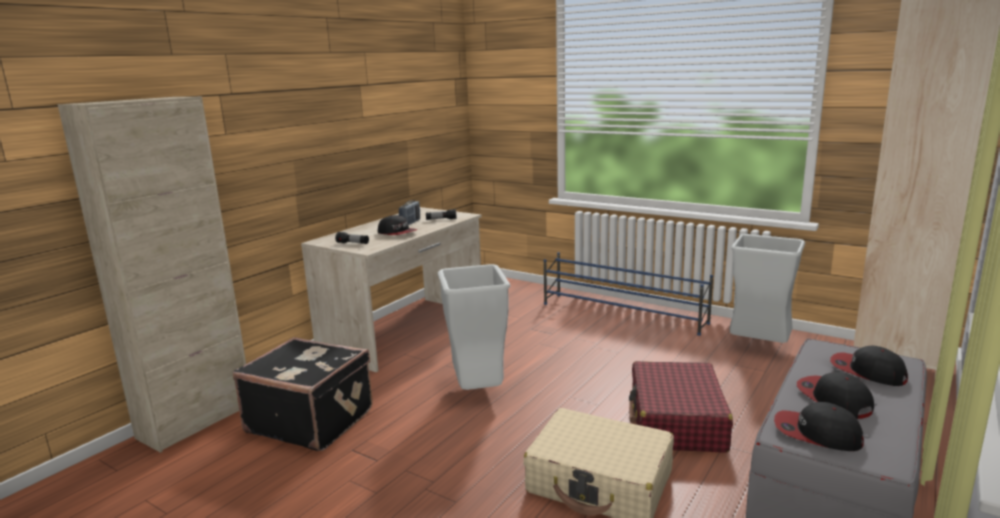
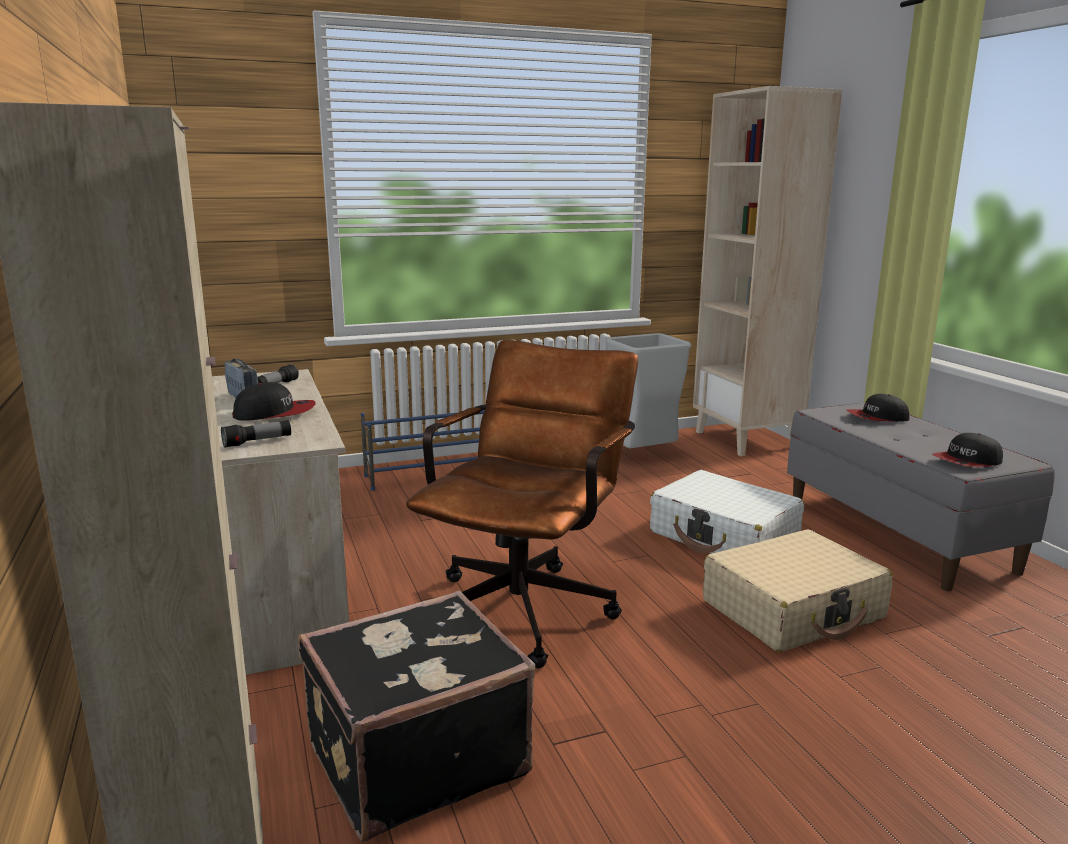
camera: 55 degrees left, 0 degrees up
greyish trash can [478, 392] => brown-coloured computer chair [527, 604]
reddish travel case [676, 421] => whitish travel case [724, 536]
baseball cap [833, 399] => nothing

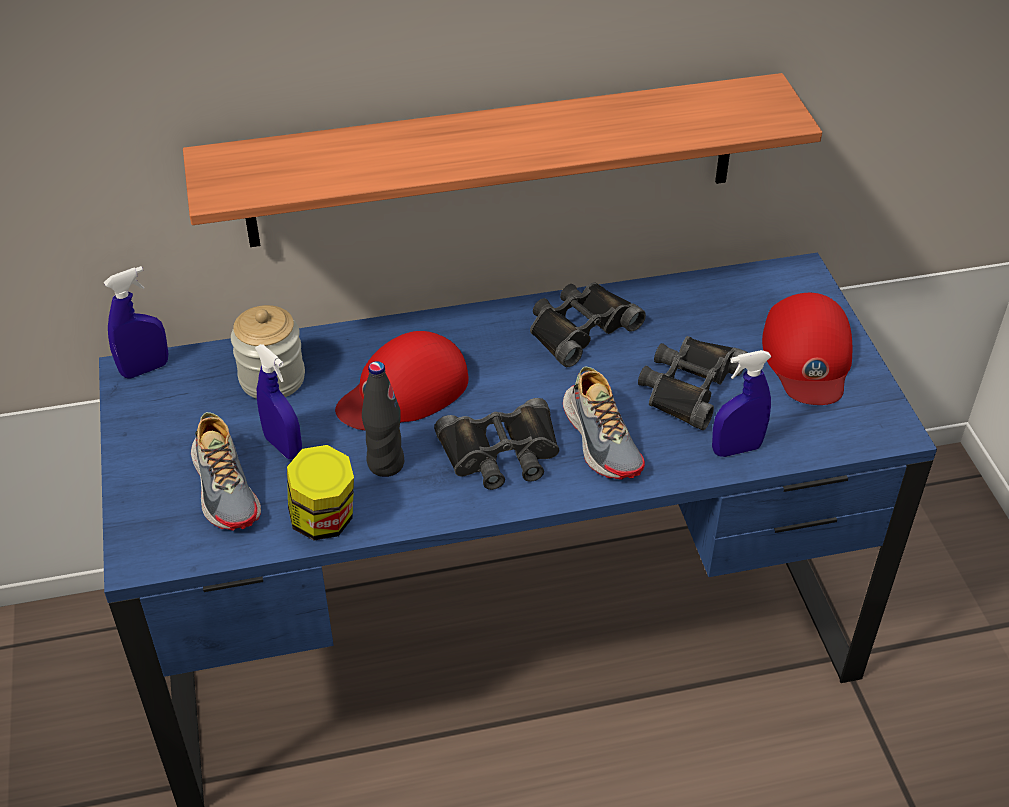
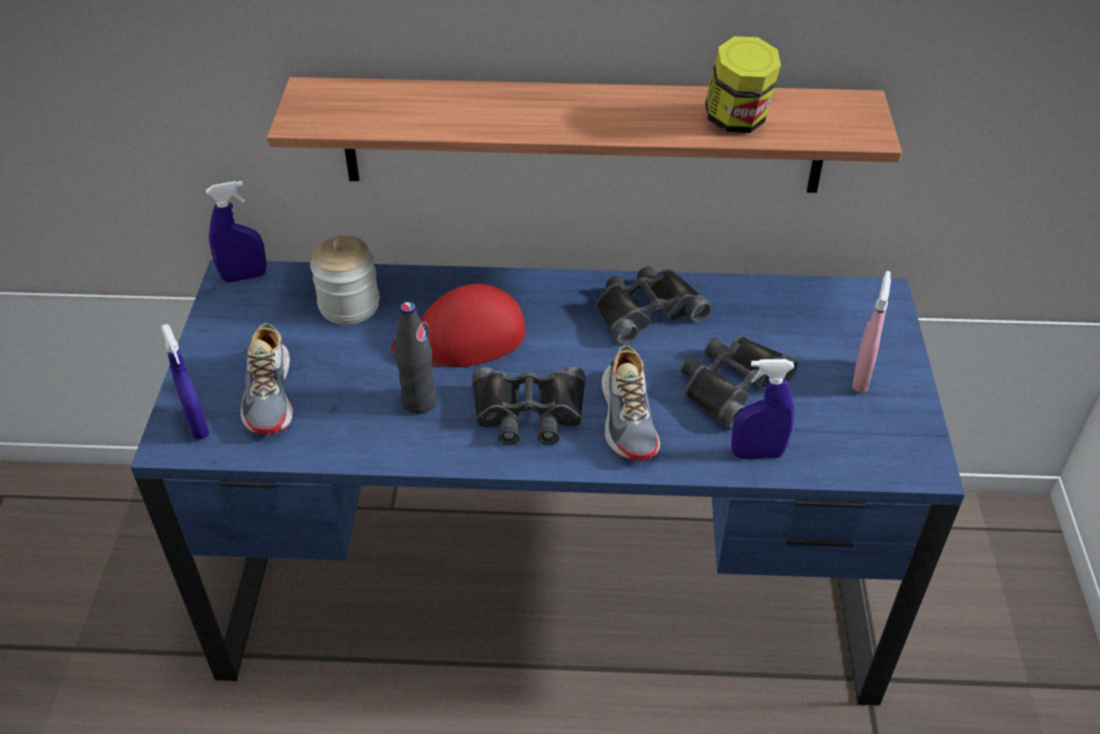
camera: 15 degrees right, 0 degrees up
blue spray bottle [283, 446] => blue spray bottle [197, 424], moved
preserve jar [324, 521] => preserve jar [737, 121], moved
reddish baseball cap [807, 357] => pinkish spray bottle [861, 377]

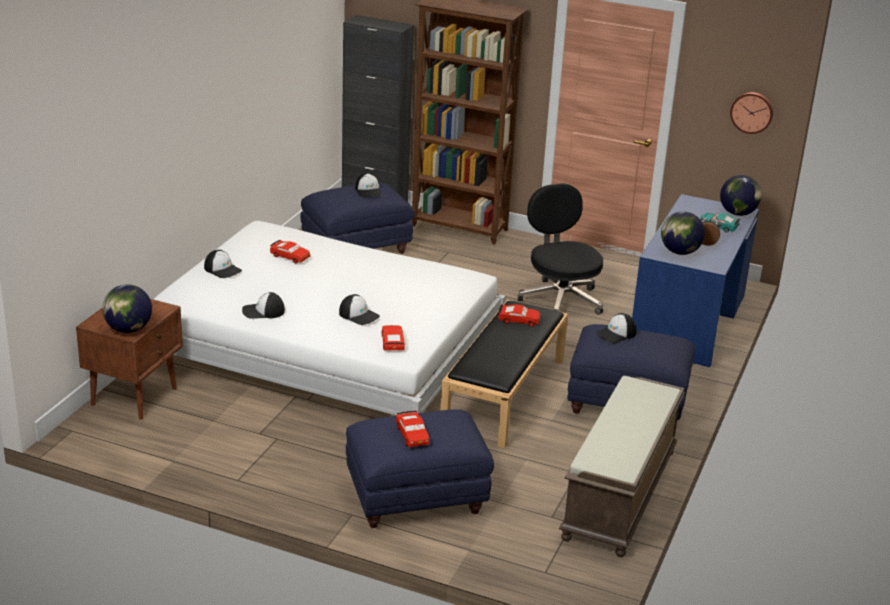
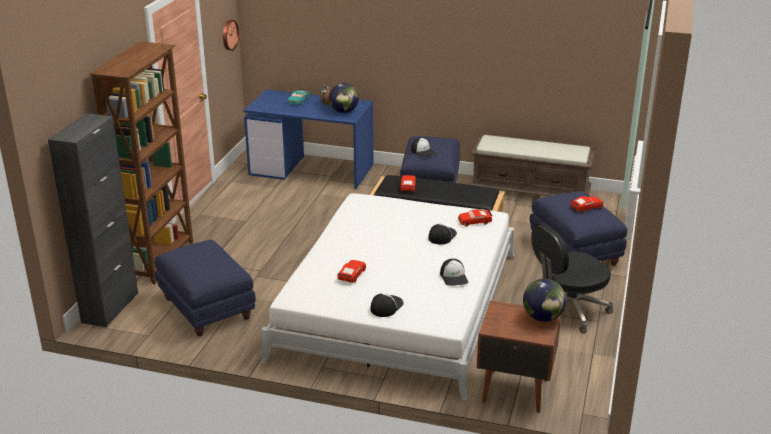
camera: 95 degrees left, 0 degrees up
baseball cap [369, 191] => nothing
black computer chair [560, 299] => black computer chair [567, 310], moved
desk globe [738, 213] => nothing

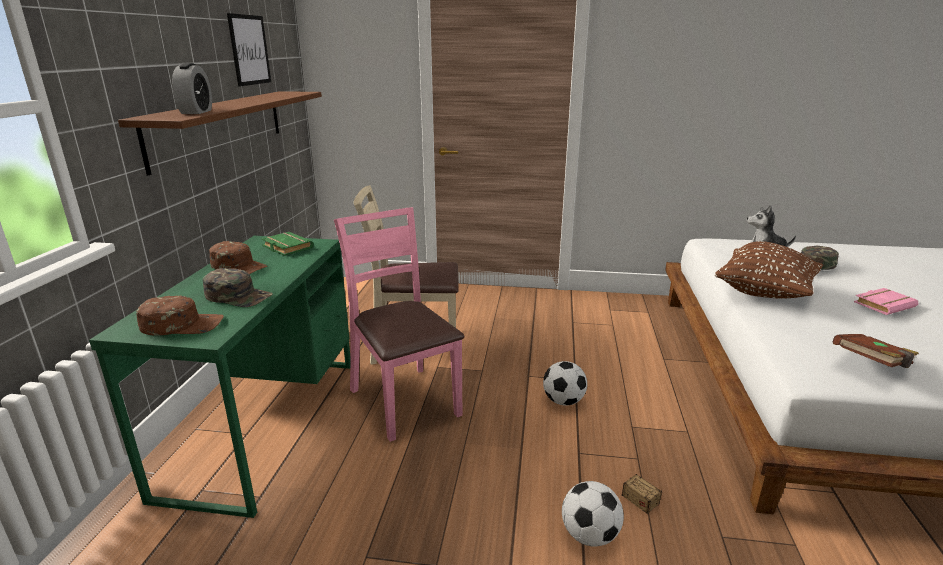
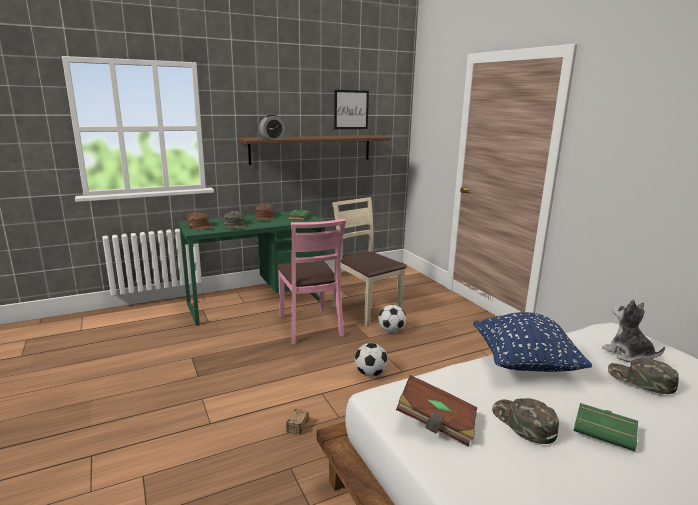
camera: 55 degrees right, 5 degrees down
pinkish chair [405, 401] => pinkish chair [310, 326], 135 degrees clockwise
football [589, 535] => football [391, 331], moved
brown-coloured throw pillow [764, 292] => blue throw pillow [524, 364]
pinkish bound book [883, 304] => green bound book [606, 430]
nothing => green baseball cap [523, 422]

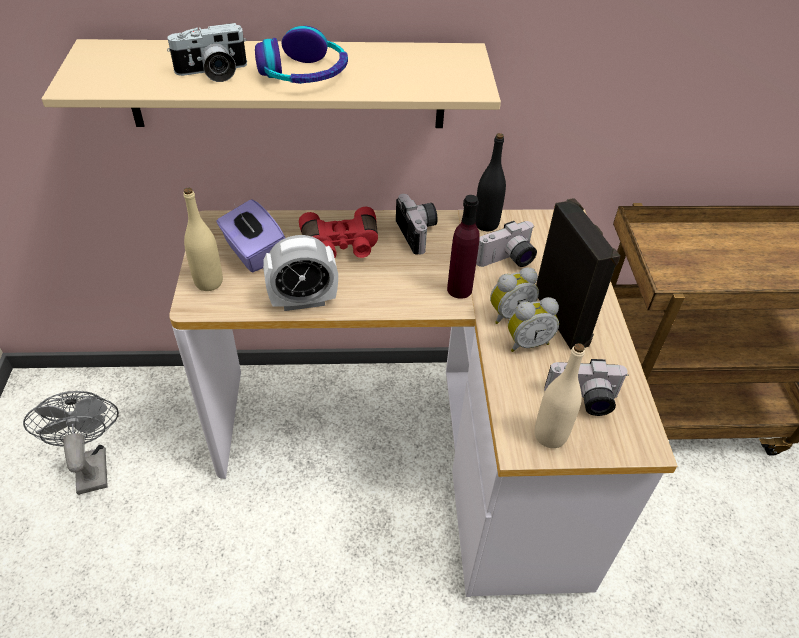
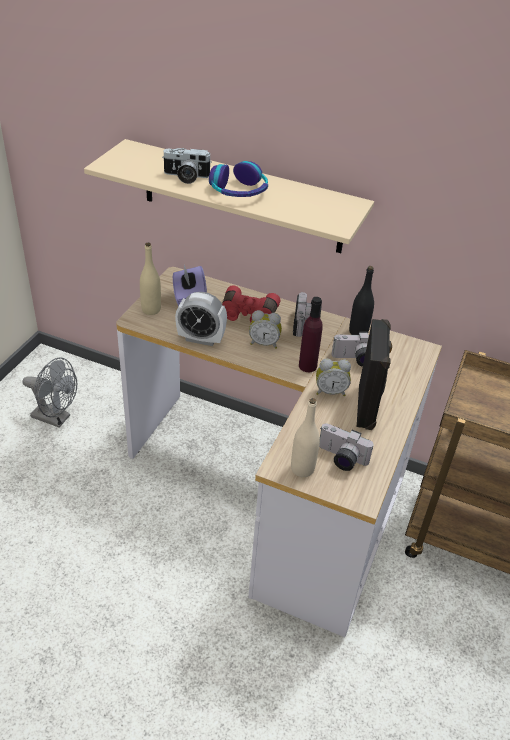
camera: 25 degrees right, 5 degrees down
greyish electric fan [91, 464] => greyish electric fan [56, 418], 105 degrees clockwise
bedside clock [527, 342] => bedside clock [264, 343], moved

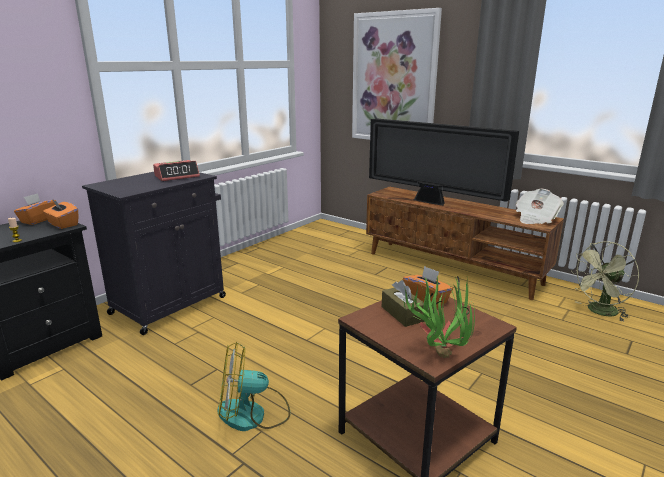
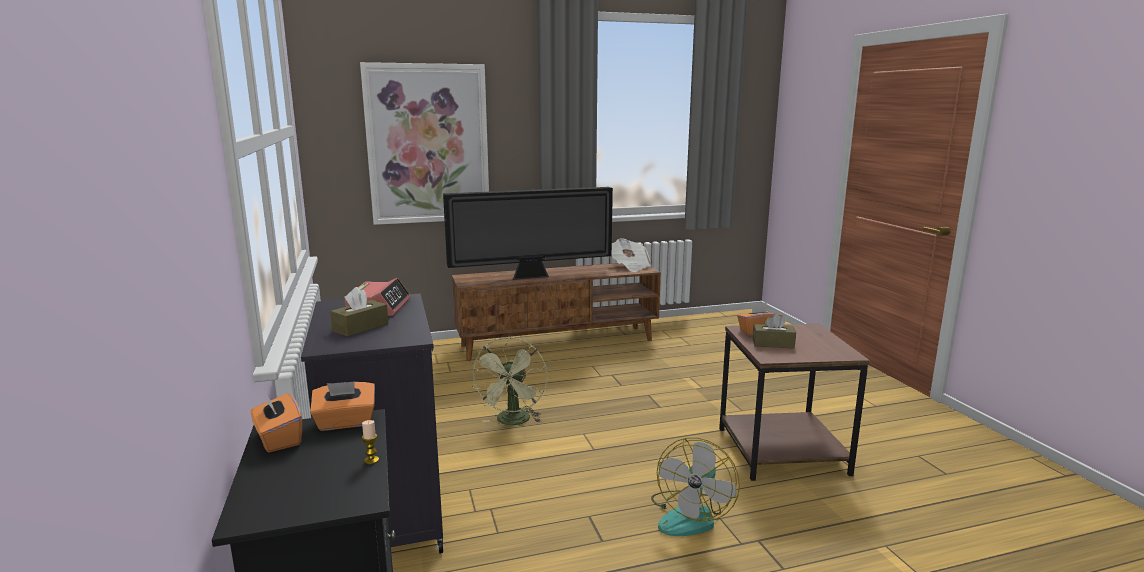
camera: 55 degrees left, 5 degrees down
plant in a pot [436, 351] => nothing
green electric fan [599, 312] => green electric fan [513, 422], moved
nothing => brown-coloured tissue box [360, 327]

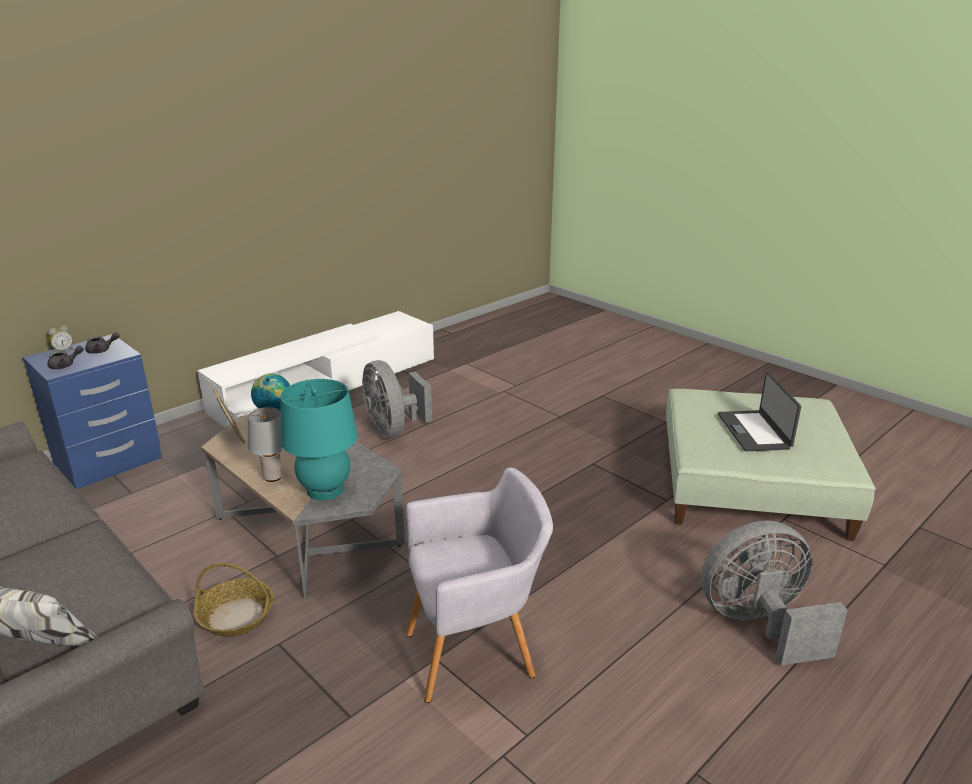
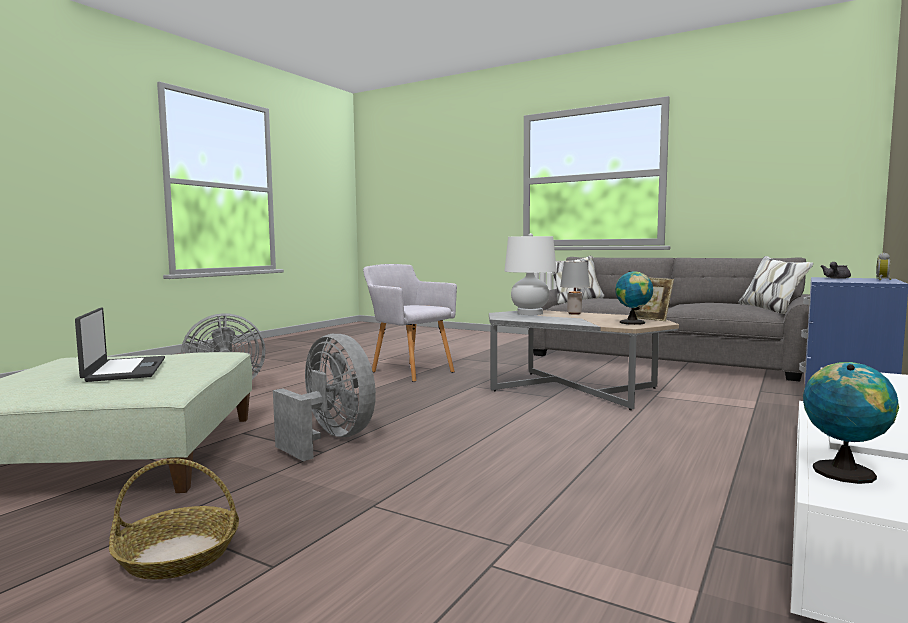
camera: 165 degrees right, 20 degrees down
greyish teapot [102, 350] => nothing
household basket [237, 616] => household basket [177, 555], moved
blue-green lamp for a table [325, 490] => whitish lamp for a table [530, 313]
greyish electric fan [393, 430] => greyish electric fan [330, 439], moved
greyish easy chair [476, 653] => greyish easy chair [410, 371], 75 degrees clockwise
nothing => desk globe [843, 471]

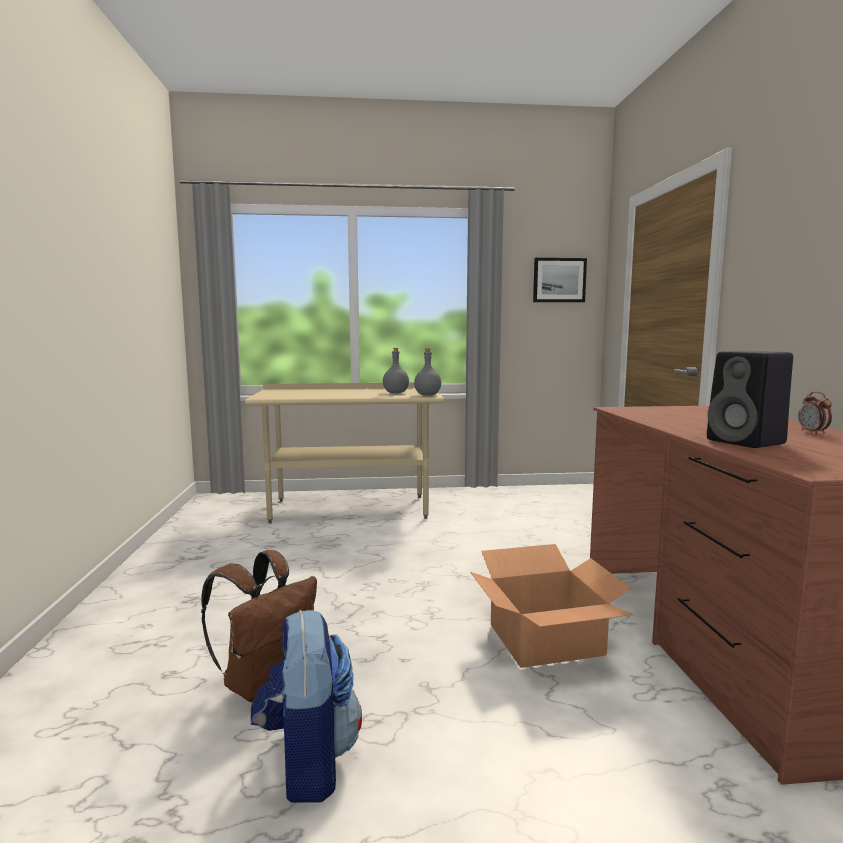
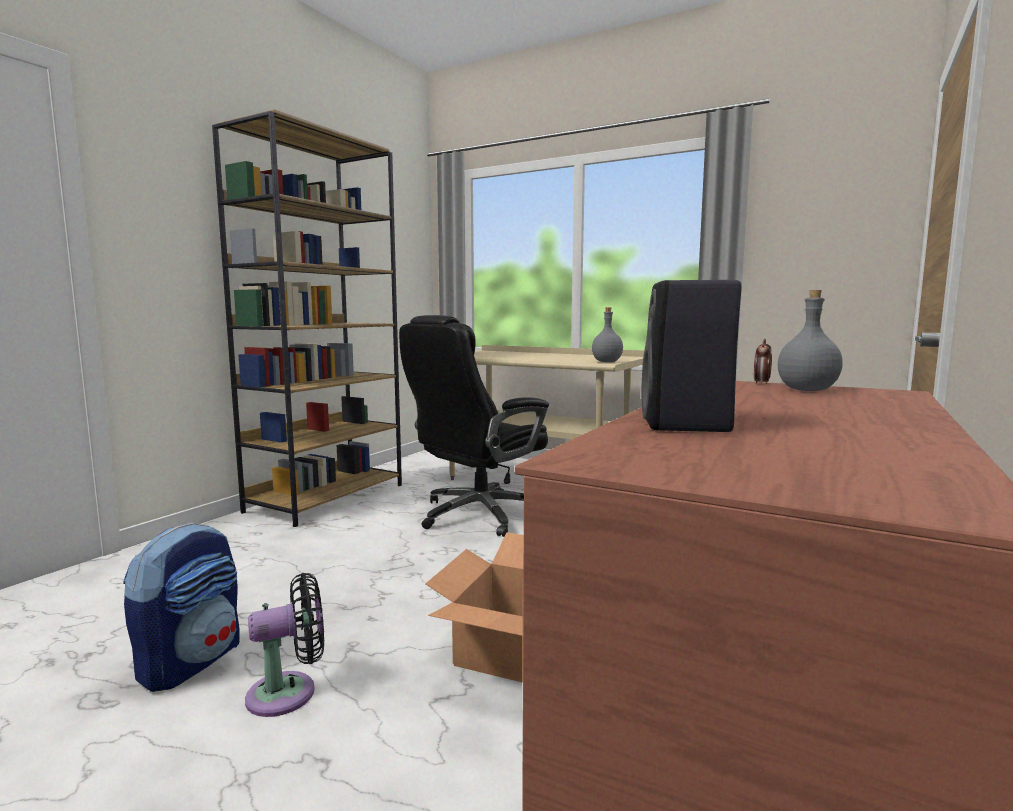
camera: 35 degrees right, 0 degrees up
brown-coloured knapsack [264, 682] => nothing
greyish bottle [396, 393] => greyish bottle [807, 390], moved
wall picture [559, 280] => nothing
bedside clock [813, 432] => bedside clock [761, 383], moved
nothing => brown-coloured shelving unit [327, 498]
nothing => black electric fan [289, 693]
nothing => black computer chair [477, 515]

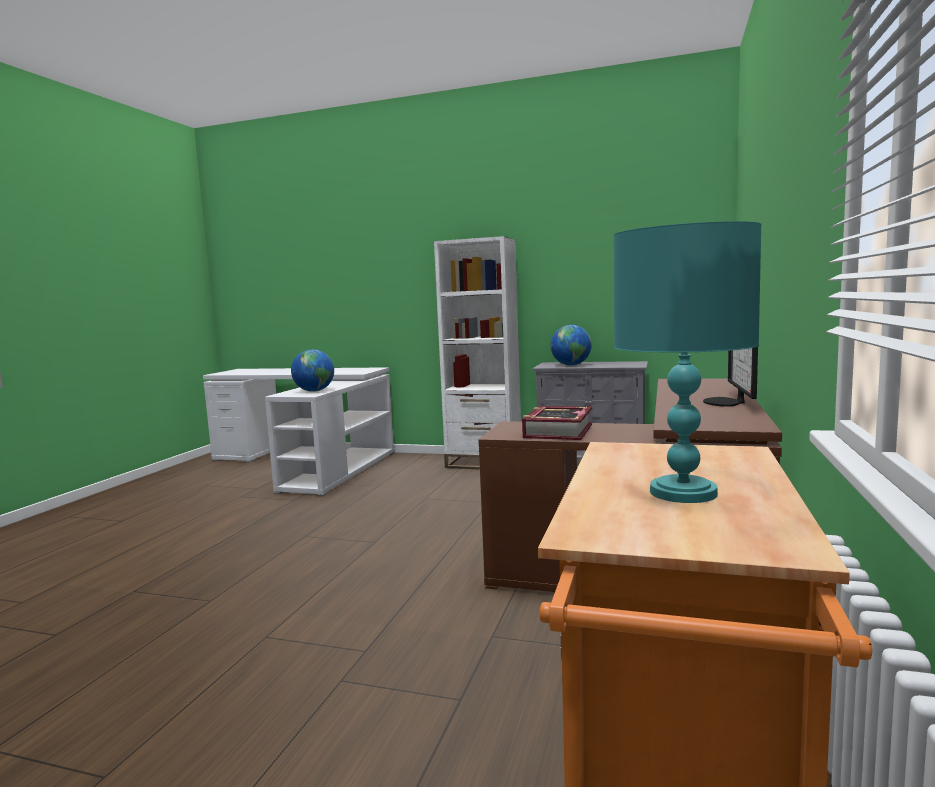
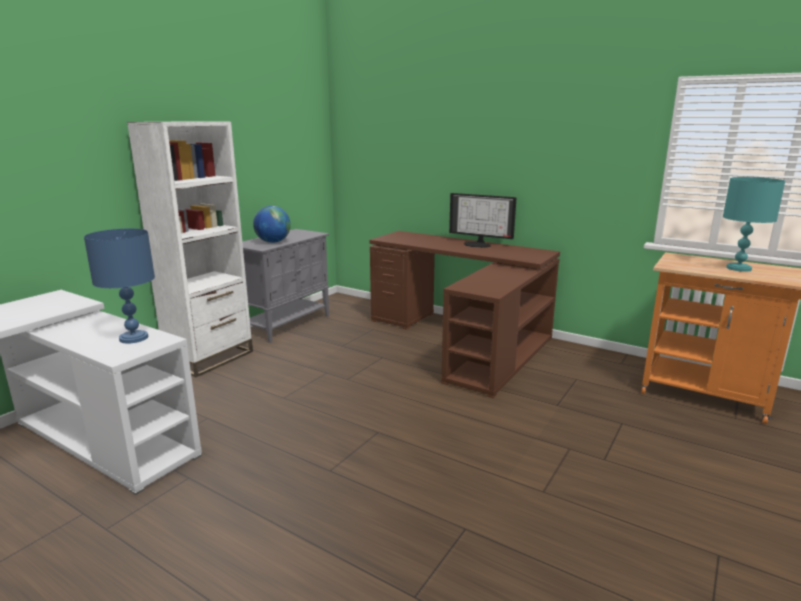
camera: 75 degrees left, 10 degrees up
desk globe [314, 391] => blue lamp for a table [133, 338]
bound book [557, 431] => nothing

